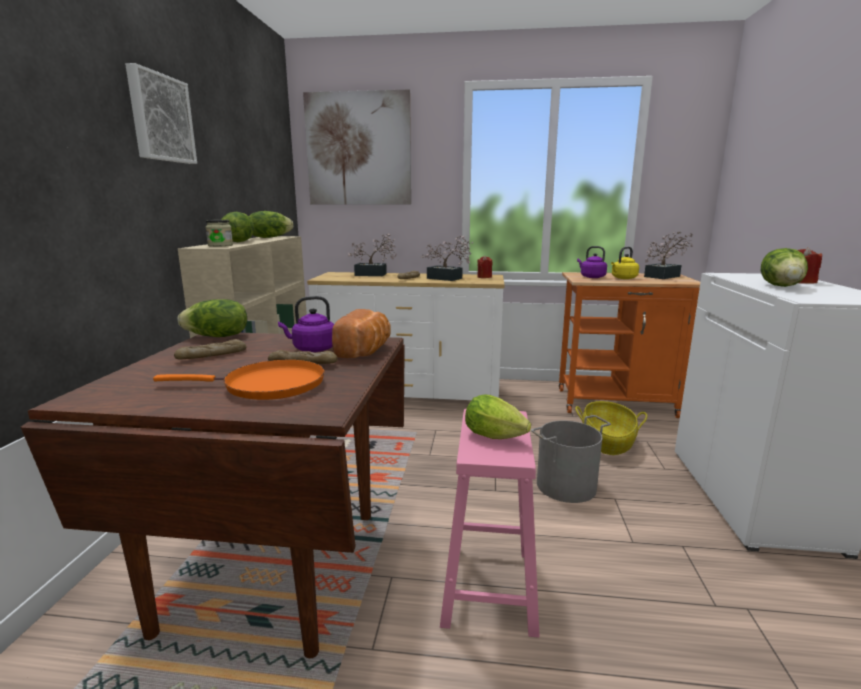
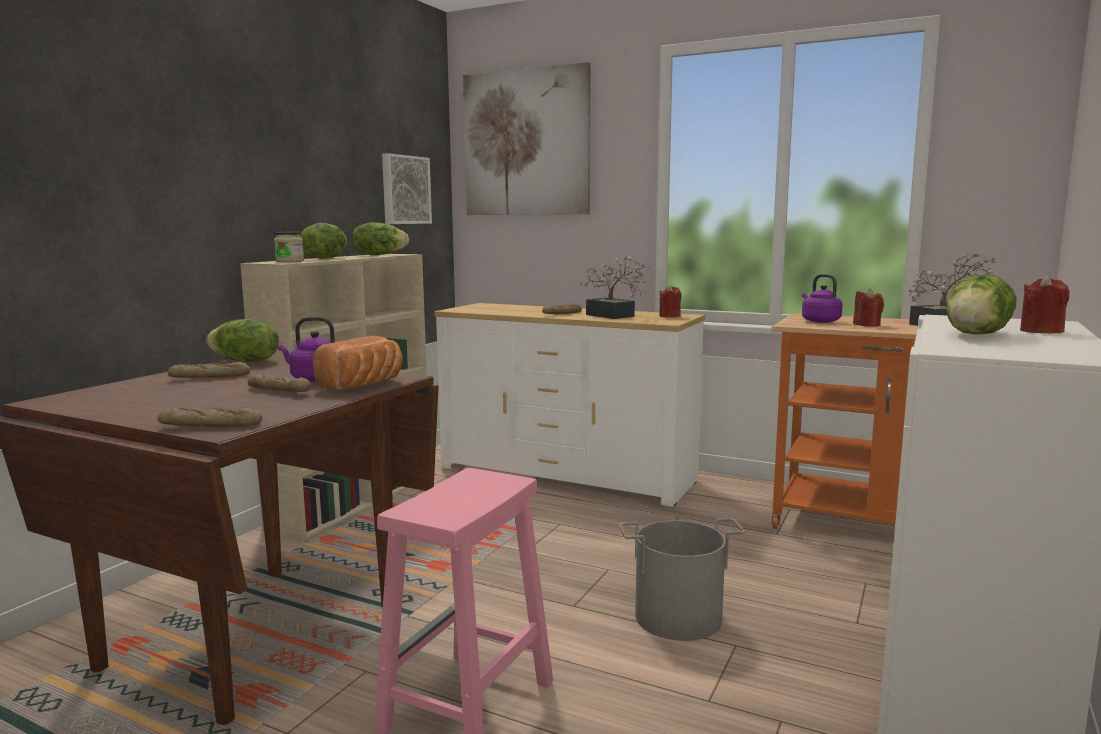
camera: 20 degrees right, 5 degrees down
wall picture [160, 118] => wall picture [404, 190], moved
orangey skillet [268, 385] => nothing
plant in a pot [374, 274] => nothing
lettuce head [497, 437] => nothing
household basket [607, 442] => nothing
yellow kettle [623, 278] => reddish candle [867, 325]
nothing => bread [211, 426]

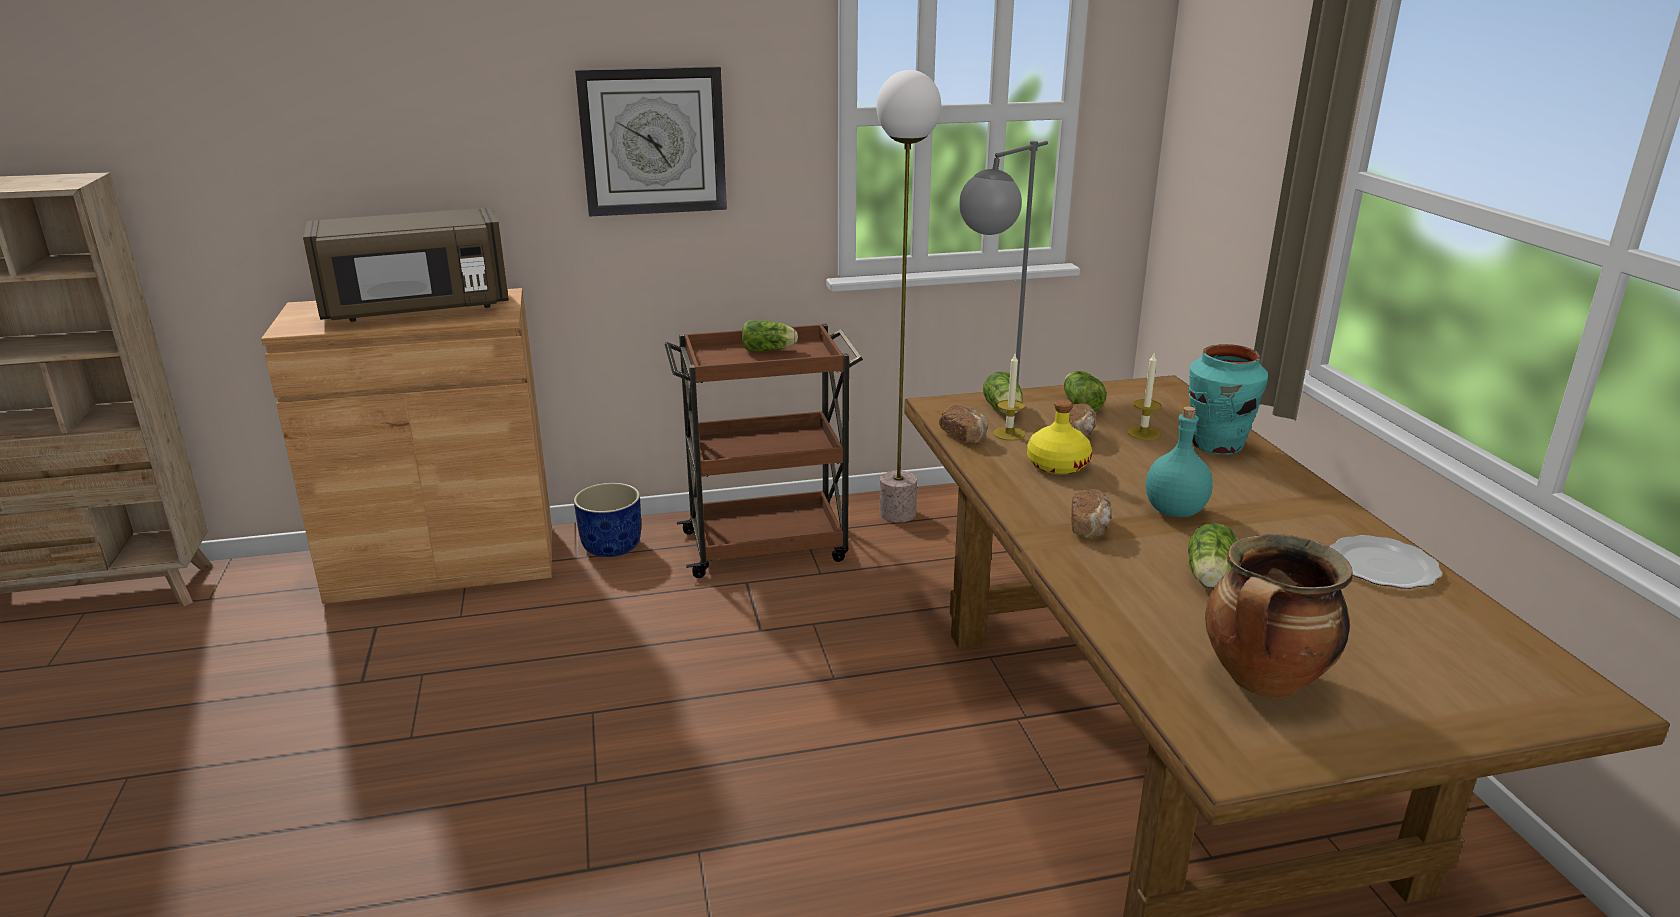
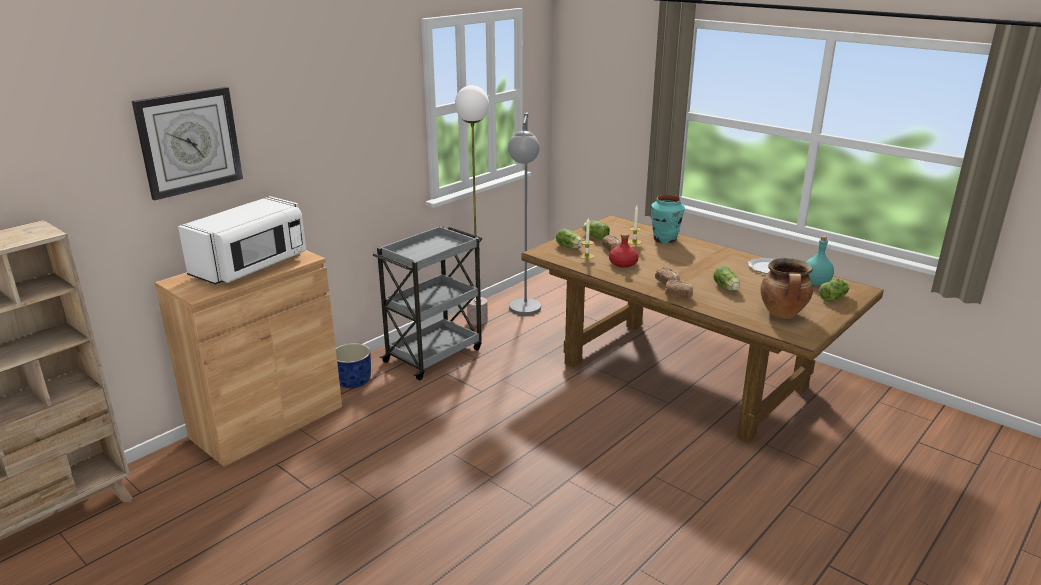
camera: 35 degrees left, 0 degrees up
brown-coloured kitchen microwave [416, 310] => whitish kitchen microwave [252, 266]
hanging clock [653, 141] => hanging clock [189, 142], moved
brown-coloured cart [768, 545] => greyish cart [434, 354]
lettuce head [770, 350] => lettuce head [834, 298], moved
bread [964, 435] => bread [678, 296], moved
yellow bottle [1057, 465] => reddish bottle [622, 263]
blue-green bottle [1173, 510] => blue-green bottle [815, 283], moved

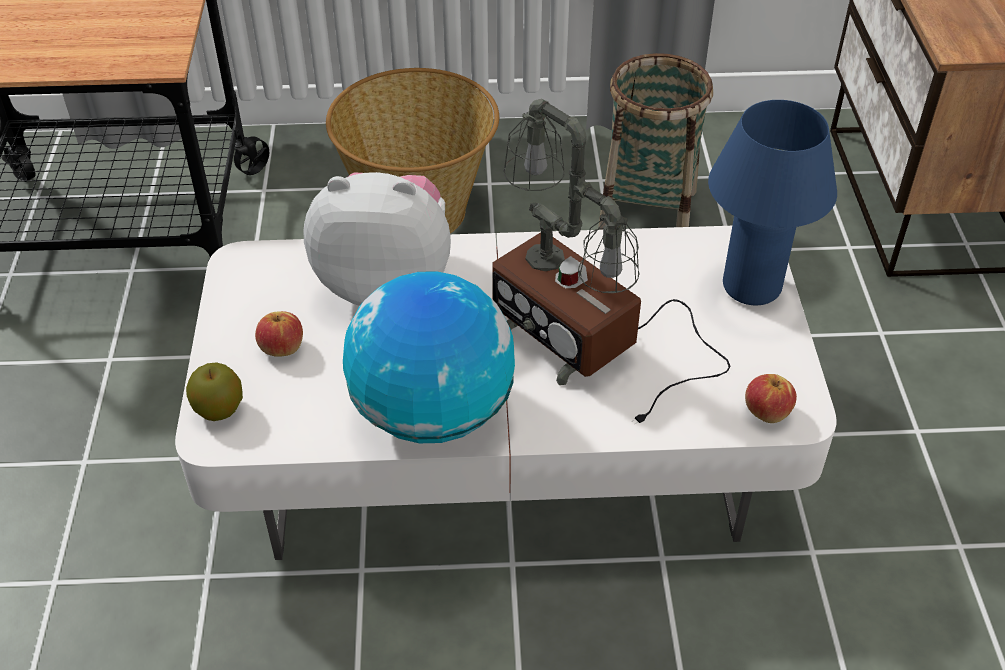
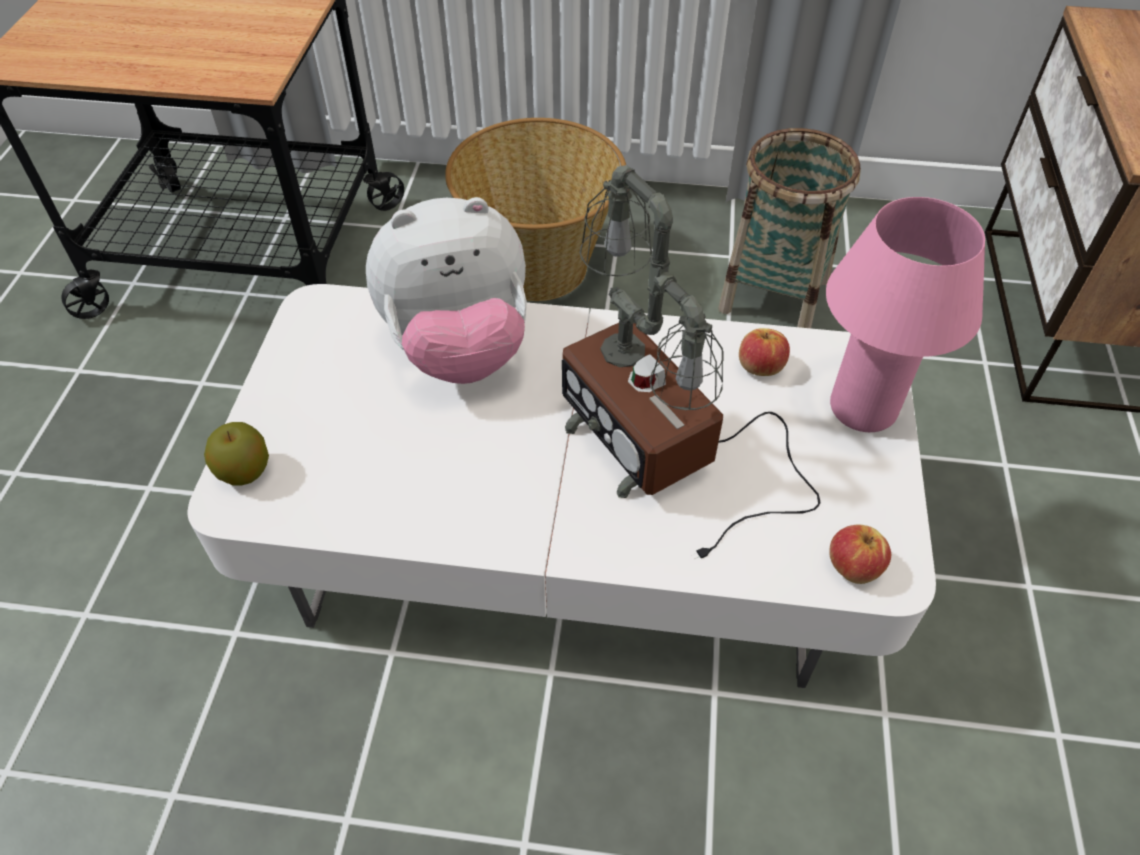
camera: 10 degrees right, 5 degrees up
apple [281, 347] => apple [760, 366], moved
soft toy [386, 282] => soft toy [459, 349], 150 degrees clockwise
desk globe [432, 413] => nothing
blue lamp for a table [751, 287] => pinkish lamp for a table [862, 409]

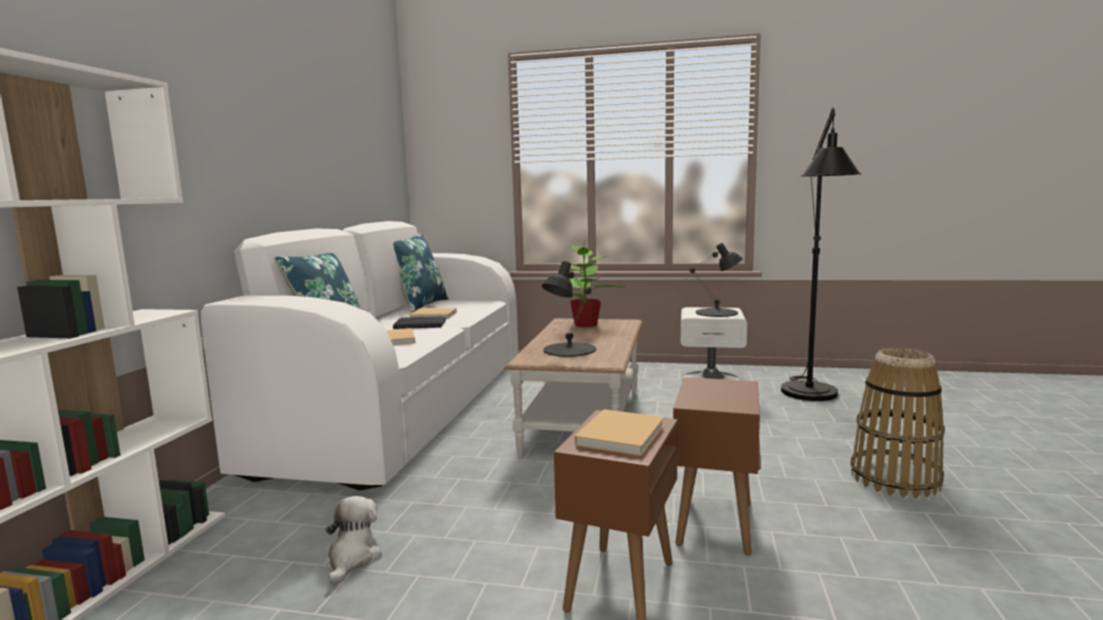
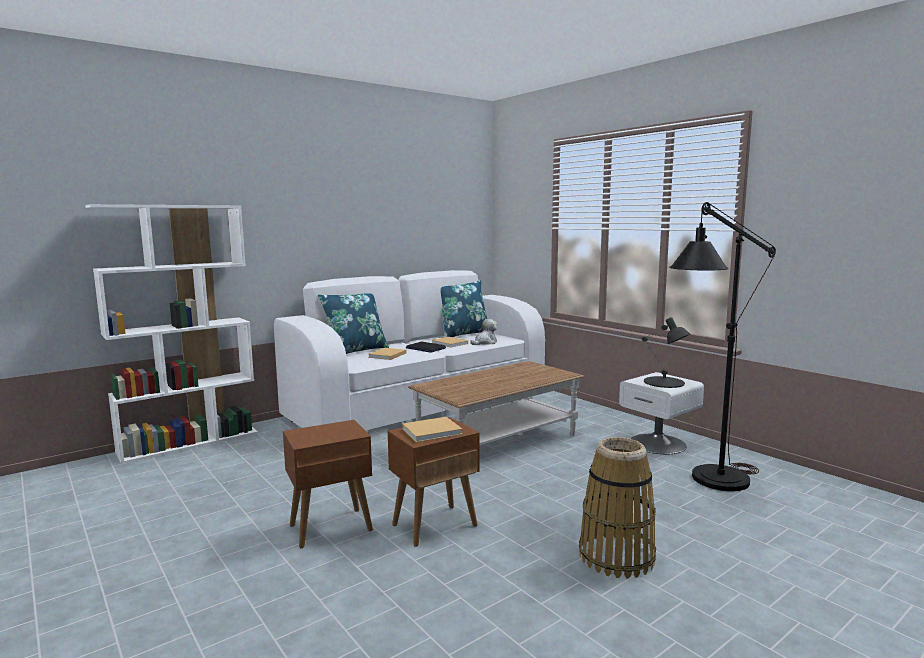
camera: 40 degrees right, 0 degrees up
soft toy [353, 558] => soft toy [485, 342], moved
black lamp for a table [568, 350] => nothing
plant in a pot [586, 324] => nothing
sand-coloured bound book [622, 434] => sand-coloured bound book [433, 431], moved

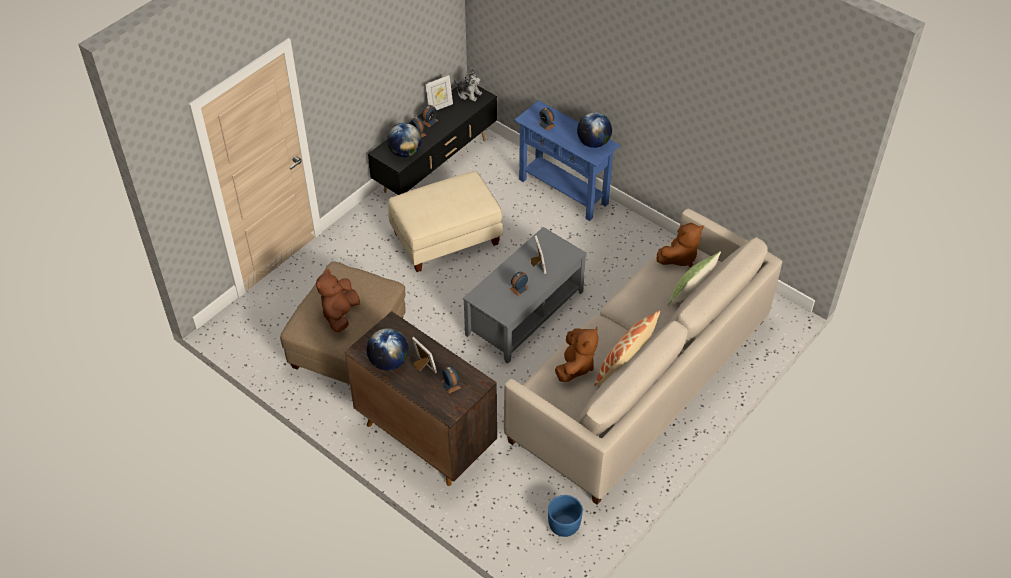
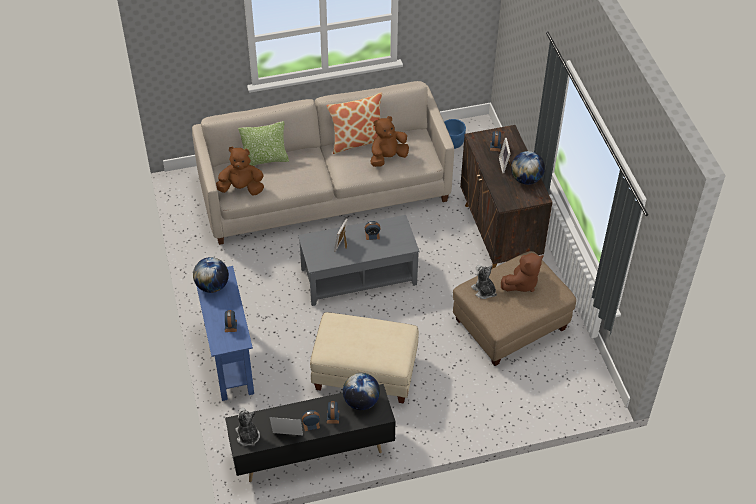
camera: 145 degrees left, 0 degrees up
nothing => soft toy [484, 291]

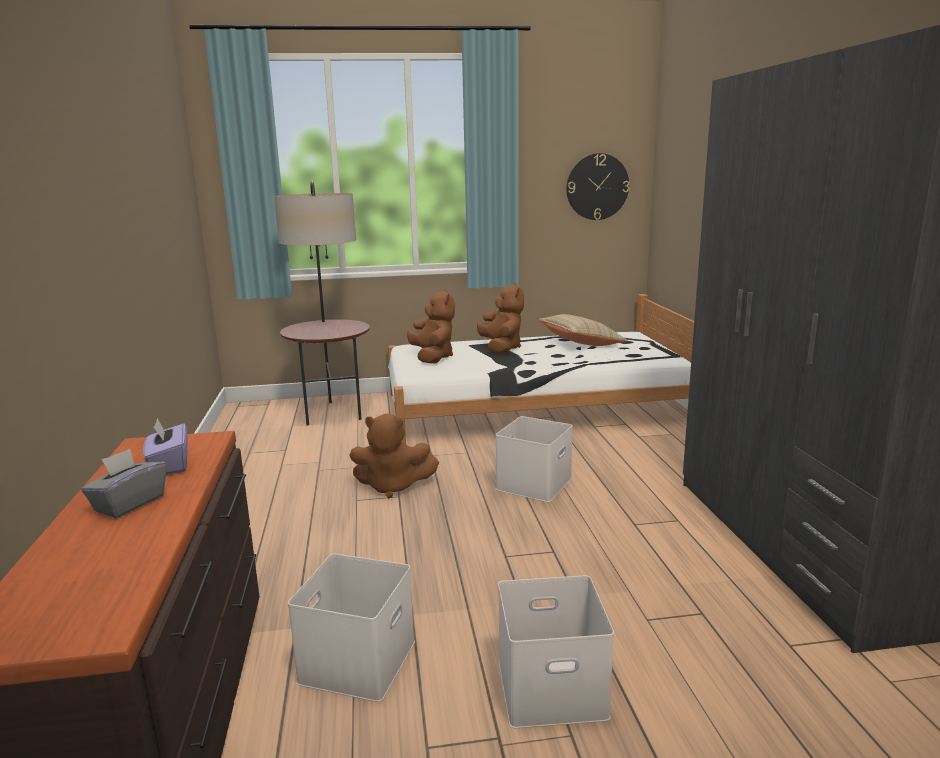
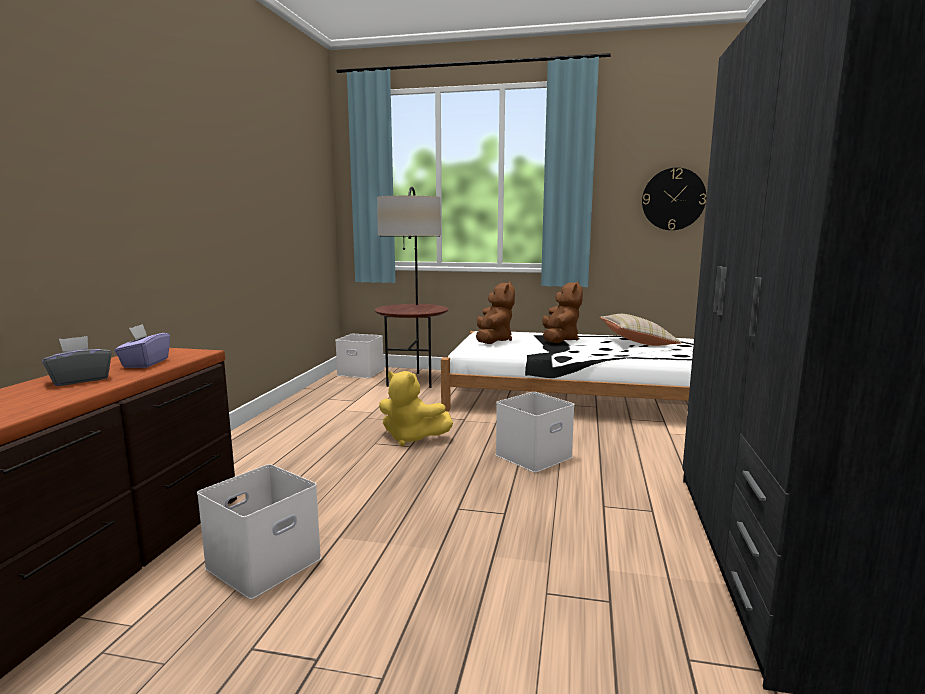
camera: 20 degrees right, 5 degrees down
brown-coloured soft toy [392, 487] => yellow soft toy [411, 438]
whitish storage box [549, 690] => whitish storage box [359, 372], moved

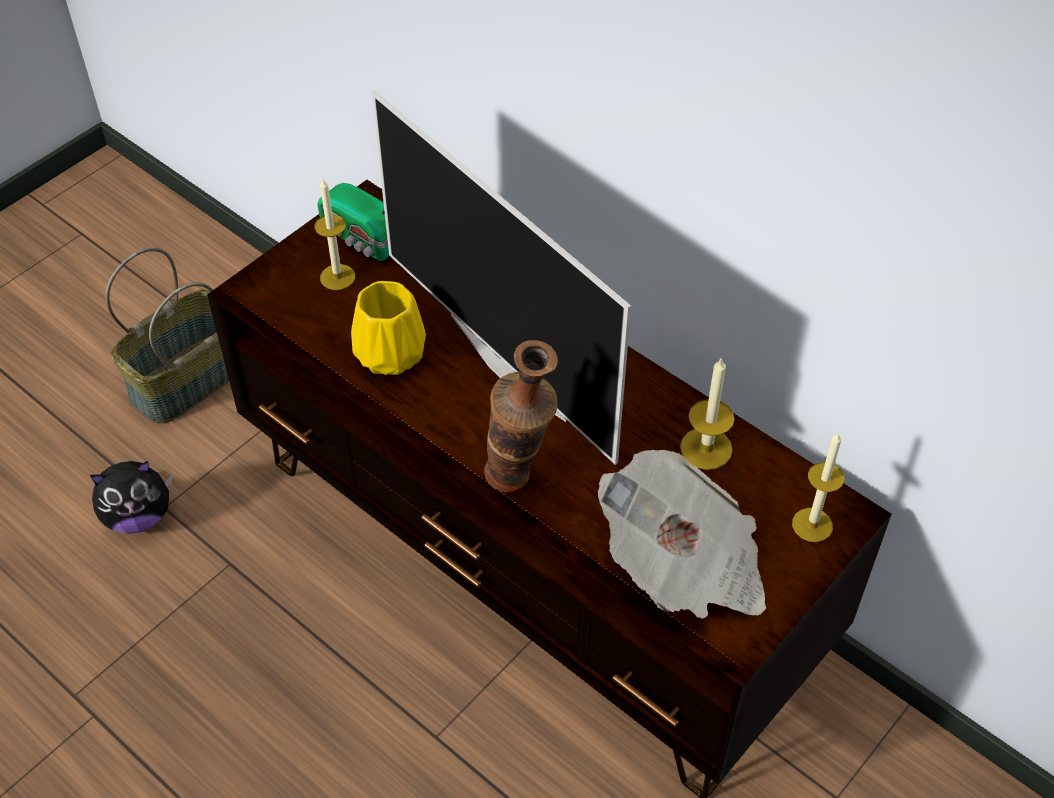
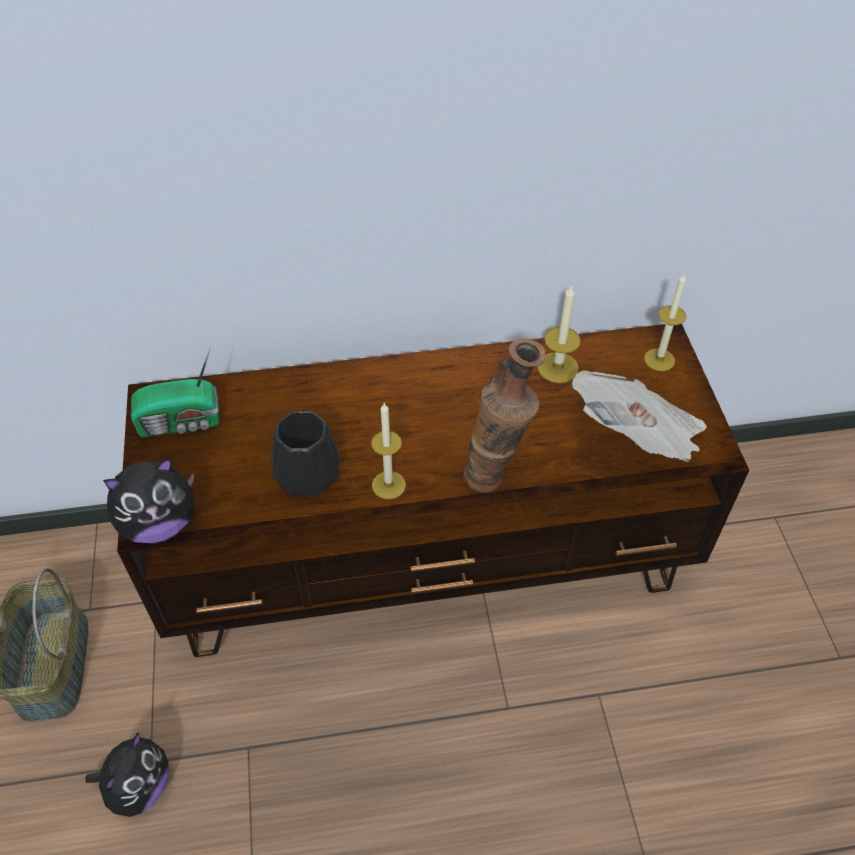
camera: 50 degrees left, 0 degrees up
candle [337, 277] => candle [388, 485], moved
yellow vase [388, 355] => black vase [308, 476]
TV [509, 365] => nothing
nothing => soft toy [160, 523]

